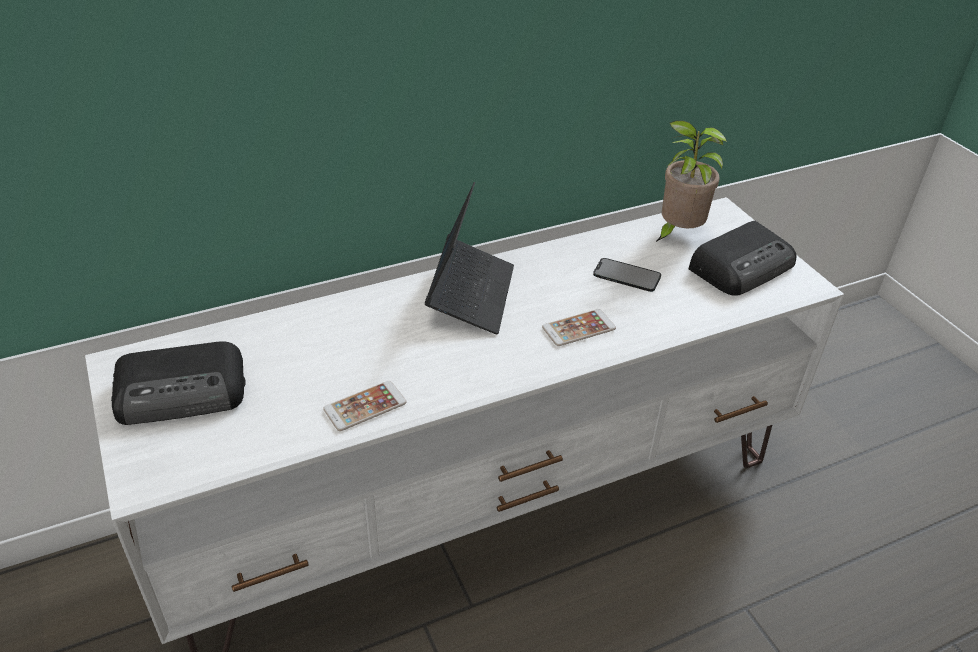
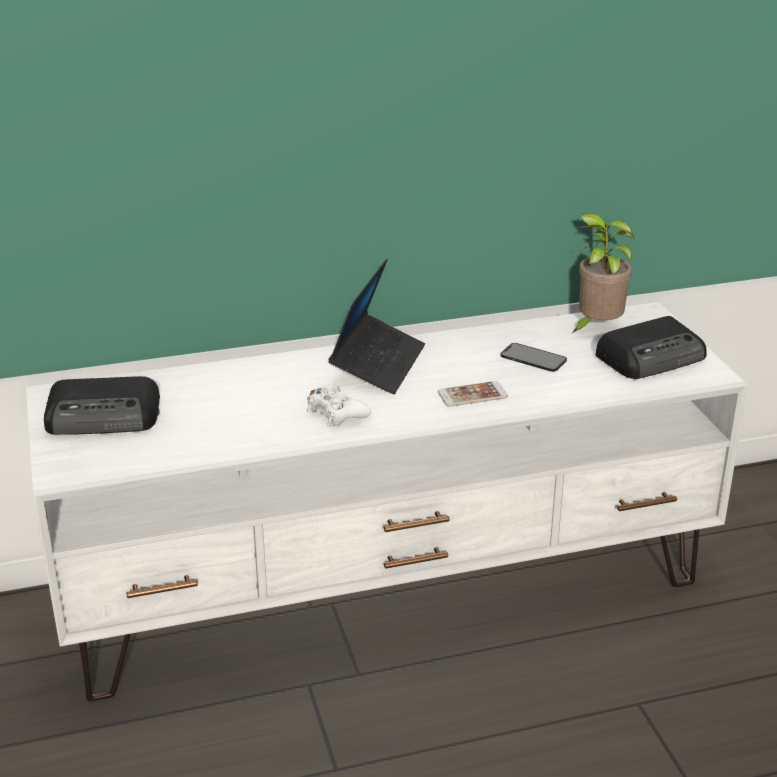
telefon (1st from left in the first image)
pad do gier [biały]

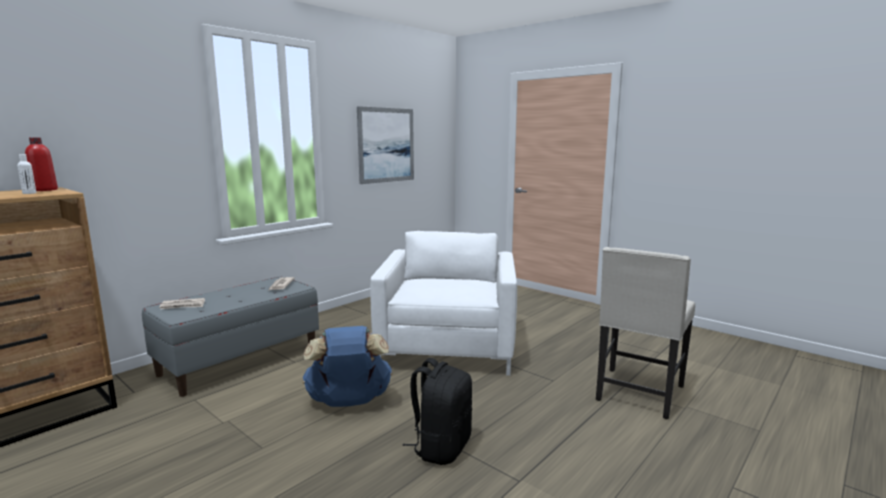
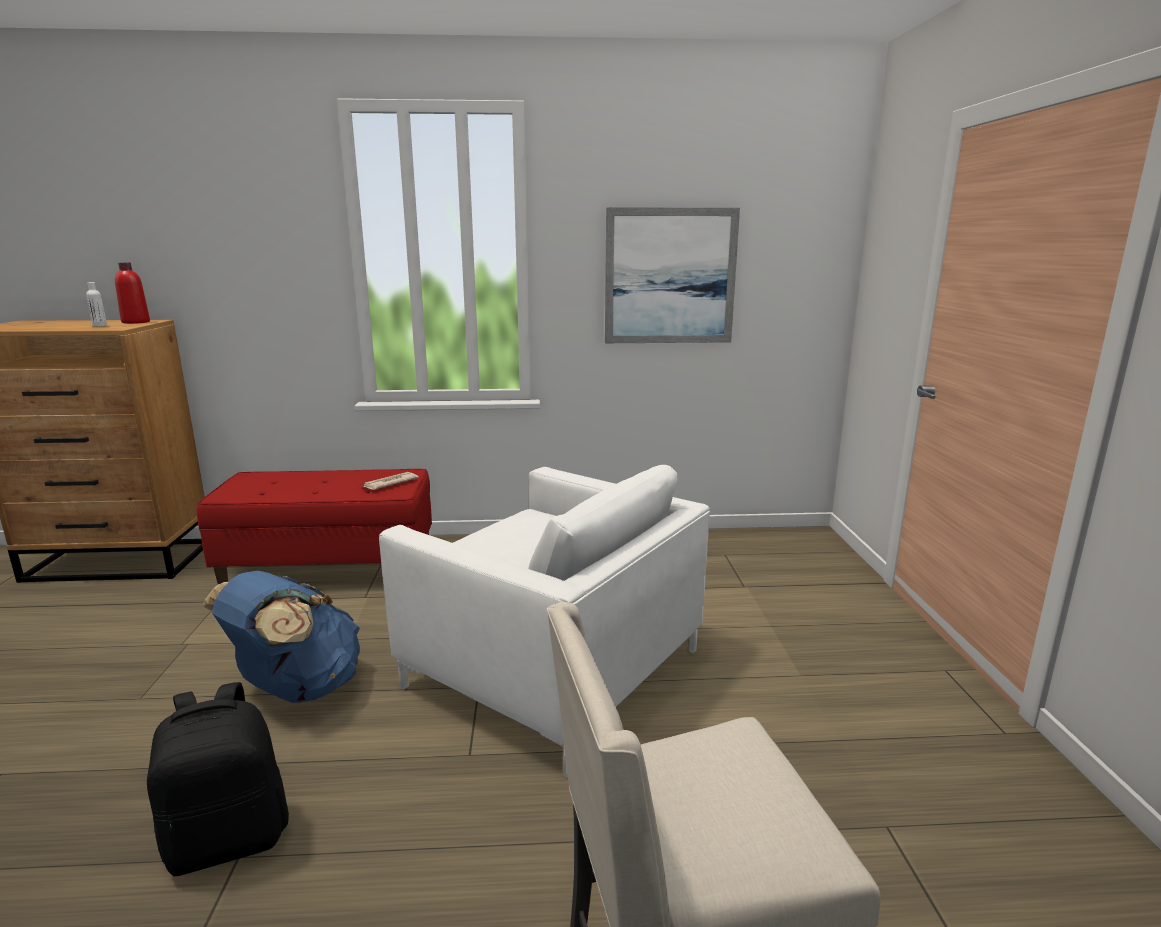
gazeta (1st from left in the first image)
ławka [czerwony]
fotel [biały]

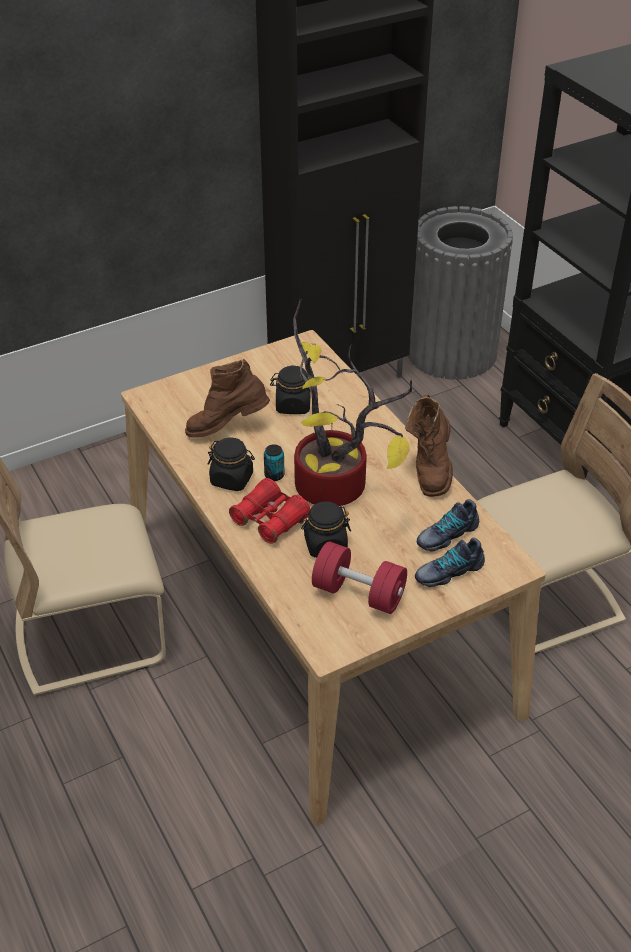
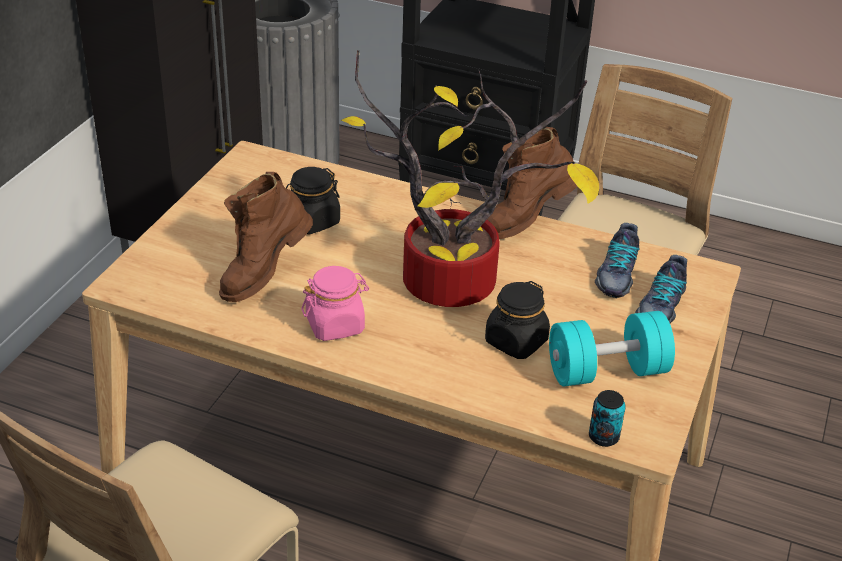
lornetka [czerwony]
puszka
słoik [różowy]
hantel [turkusowy]
but z cholewką [brązowy] (2nd from left)

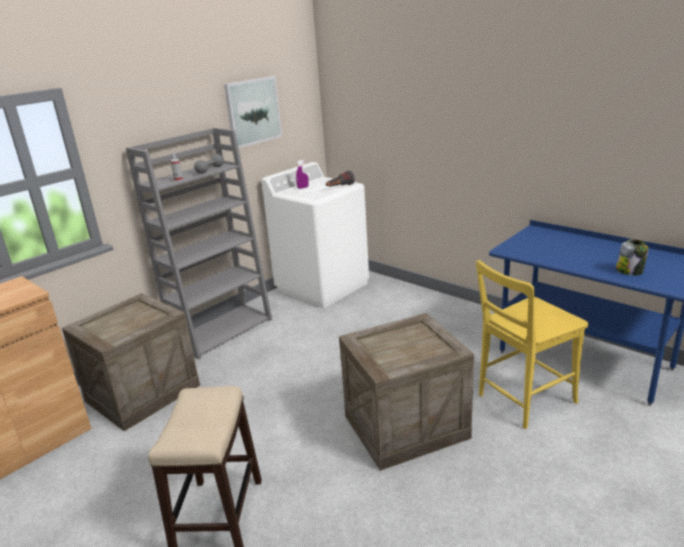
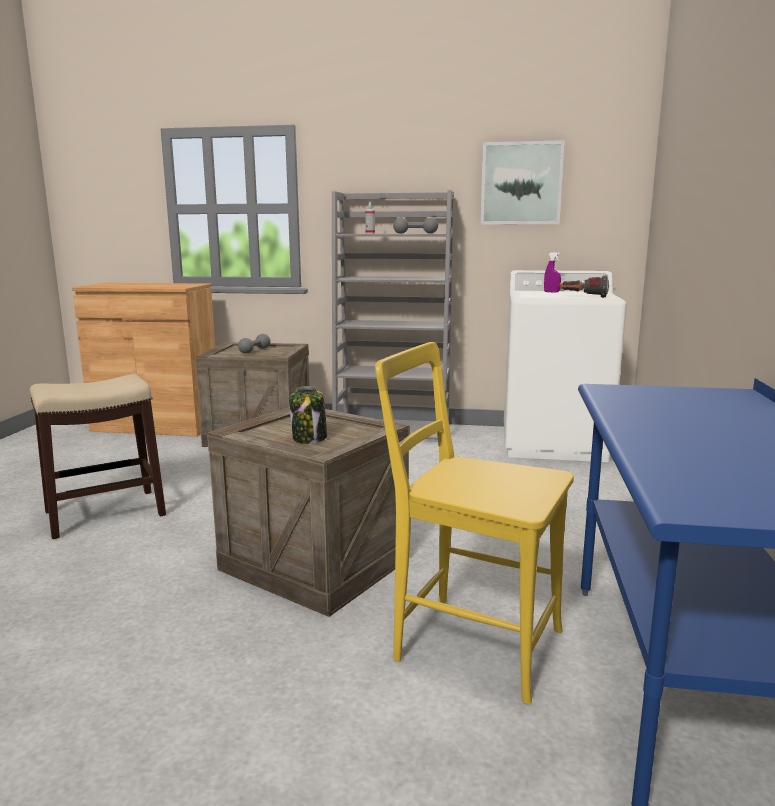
hantel [szary] (1st from left)
słoik

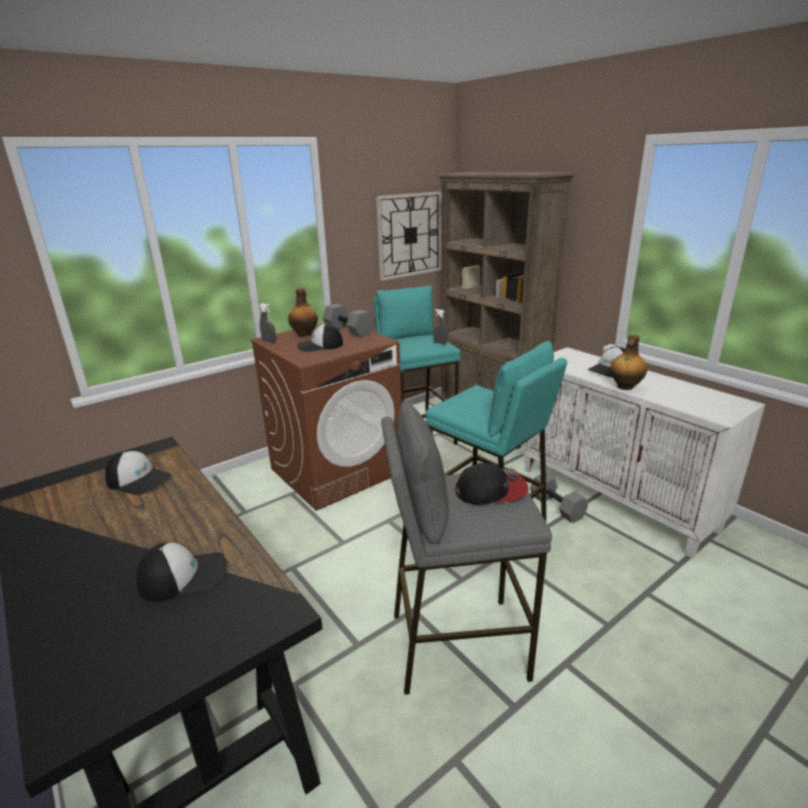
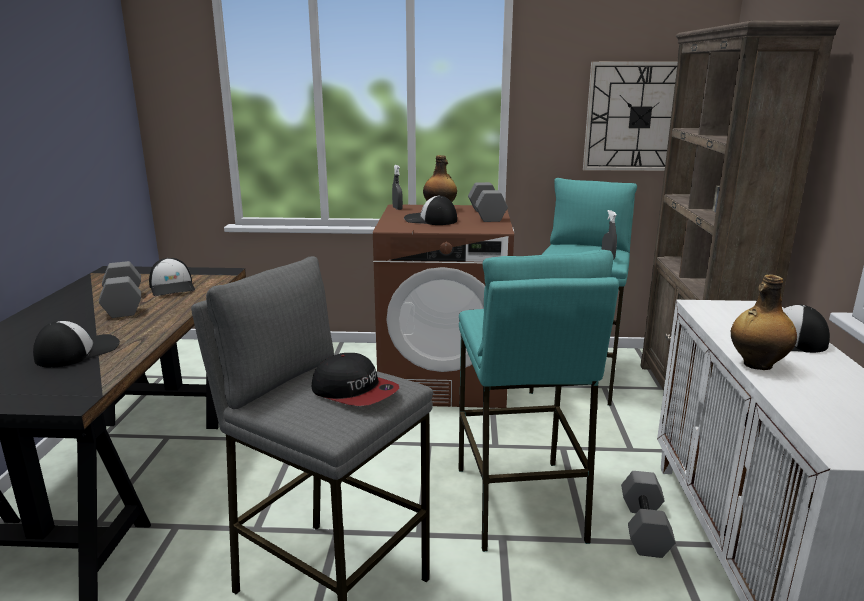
hantel [szary] (1st from left)
czapka z daszkiem (1st from left)

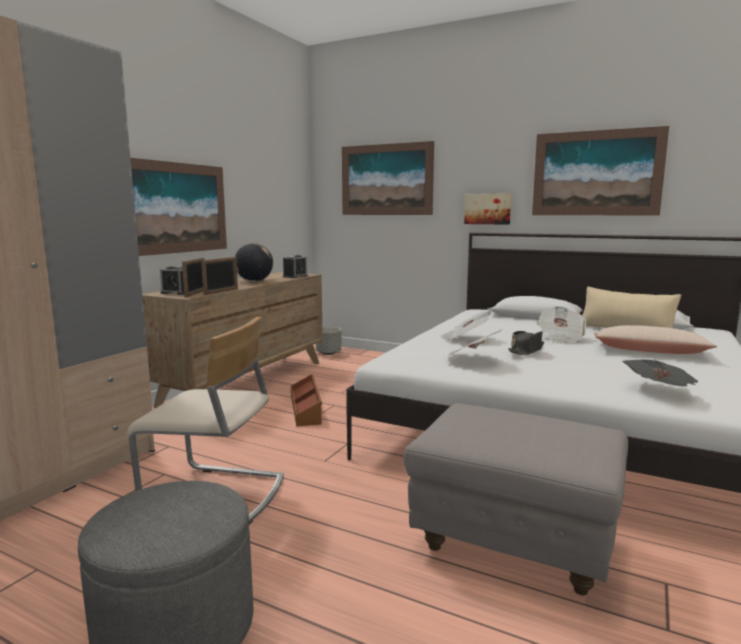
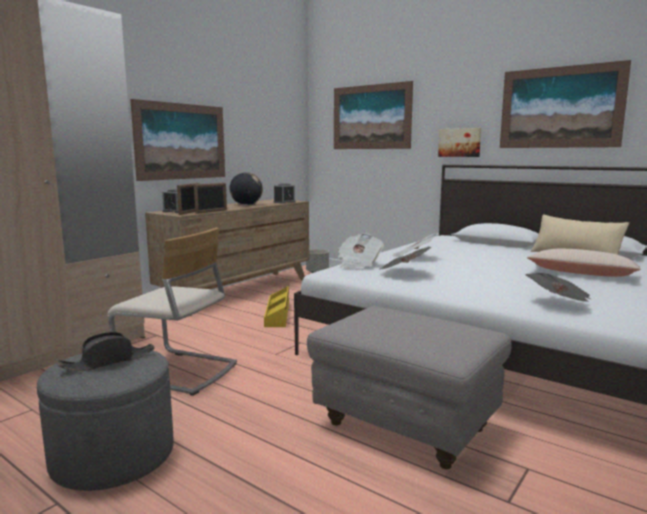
kapelusz [czarny]
gazeta (1st from left)
pojemnik do przechowywania [żółty]

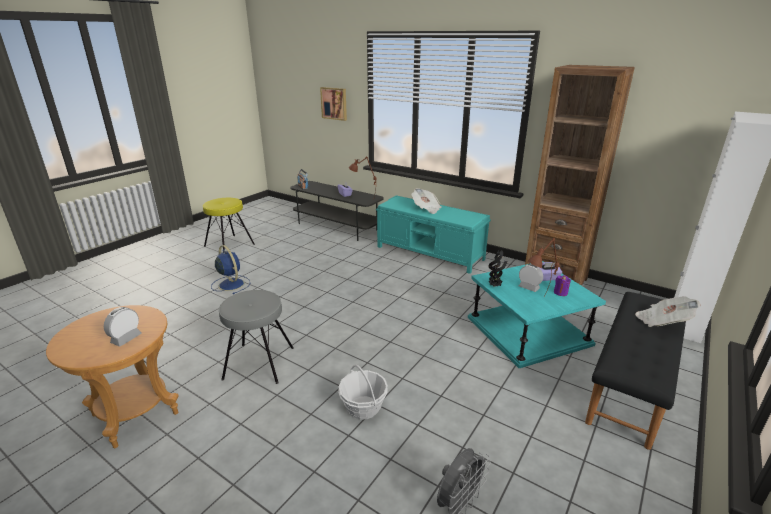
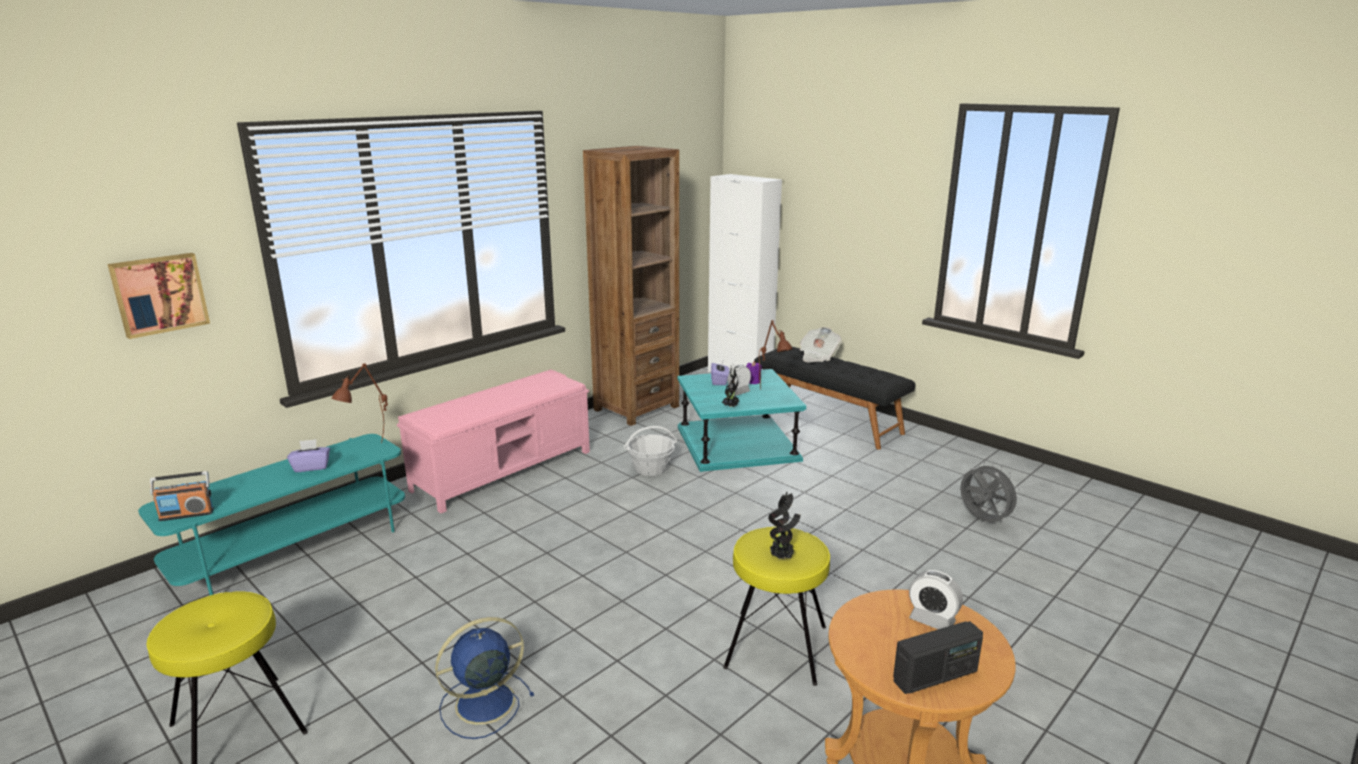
gazeta (1st from left in the first image)
roślina doniczkowa (2nd from left)
radio (2nd from left)
koszyk
stołek [żółty] (2nd from left)
szafka pod telewizor [turkusowy]
ławka [różowy]

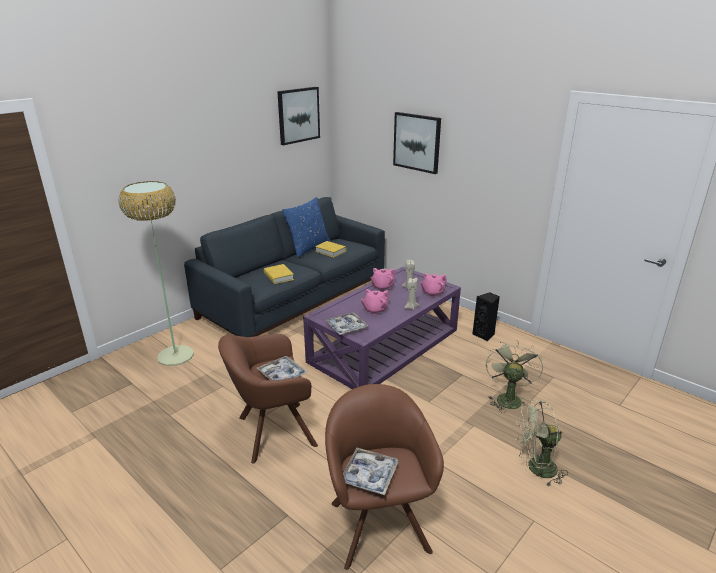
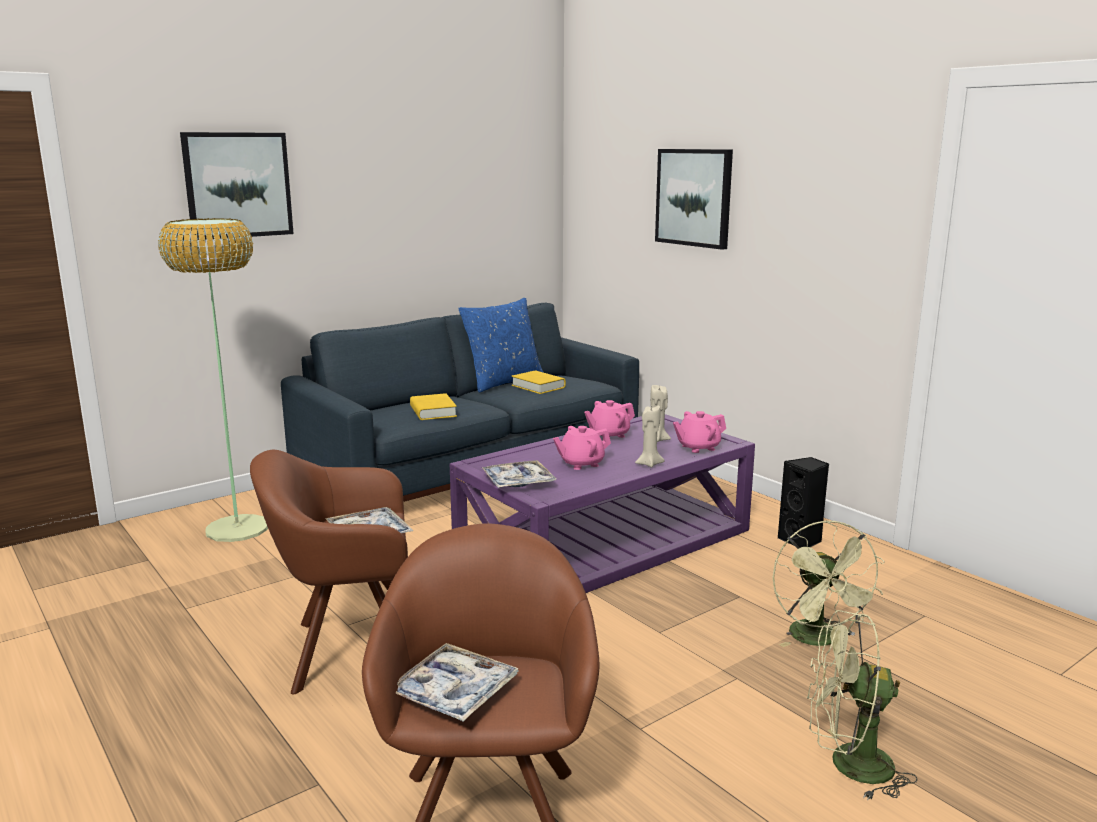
obraz (1st from left)
wentylator [zielony] (1st from left)

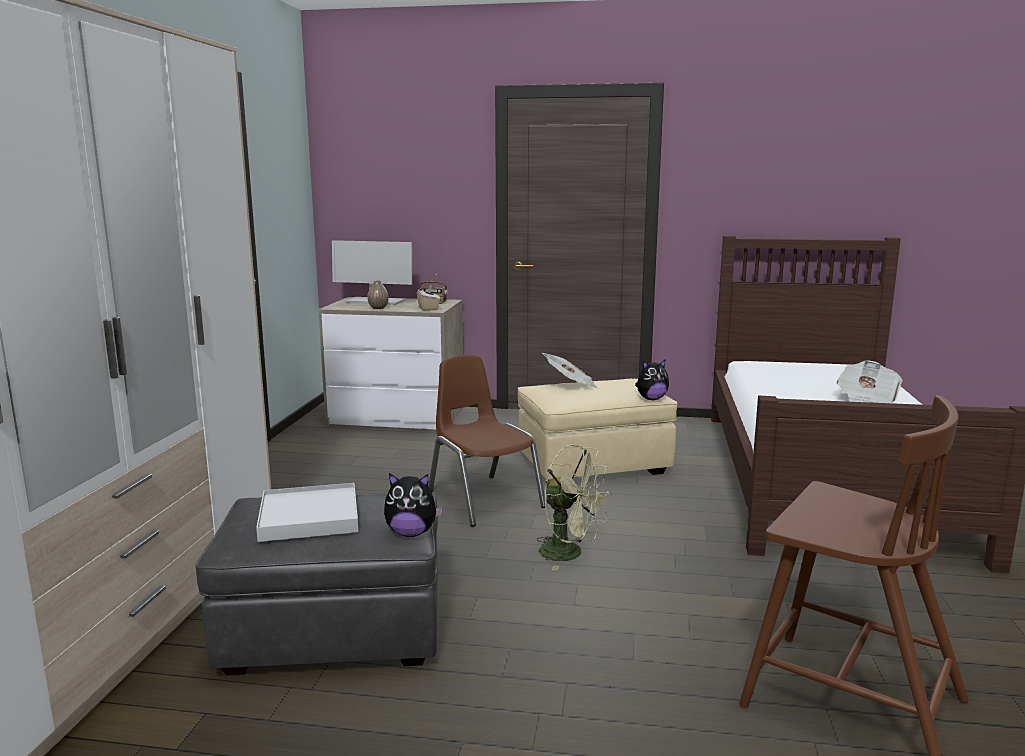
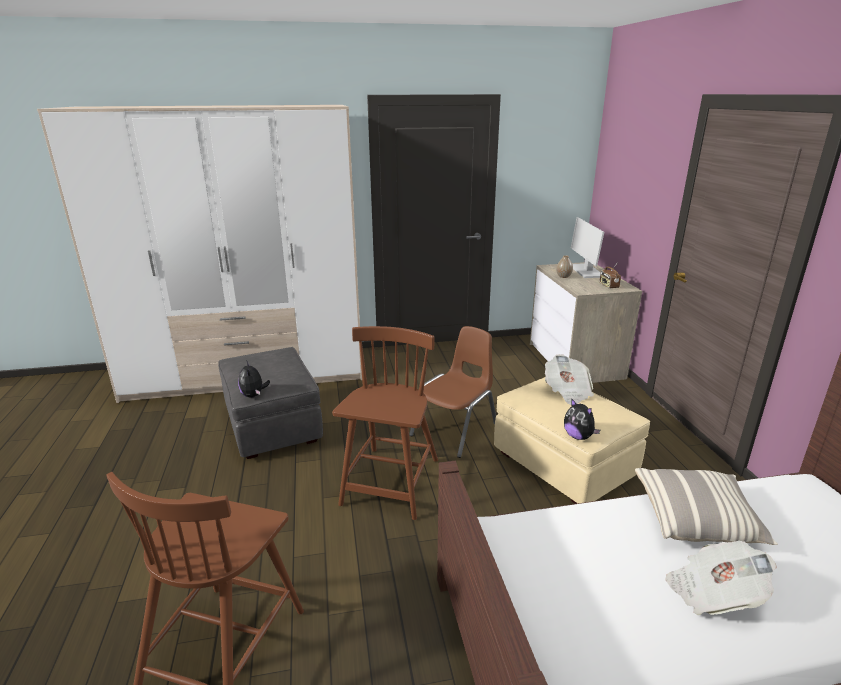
taca [biały]
pudełko chusteczek [beżowy]
poduszka
krzesło [brązowy] (2nd from left)

